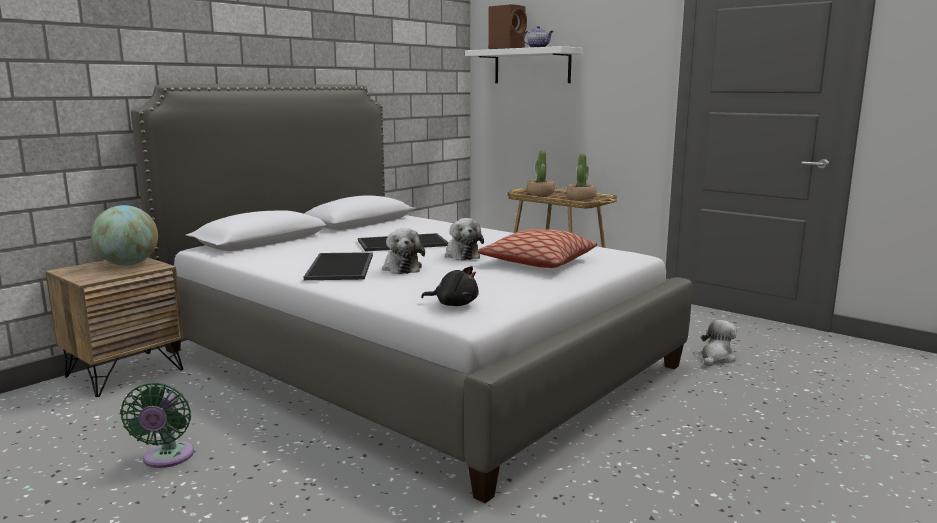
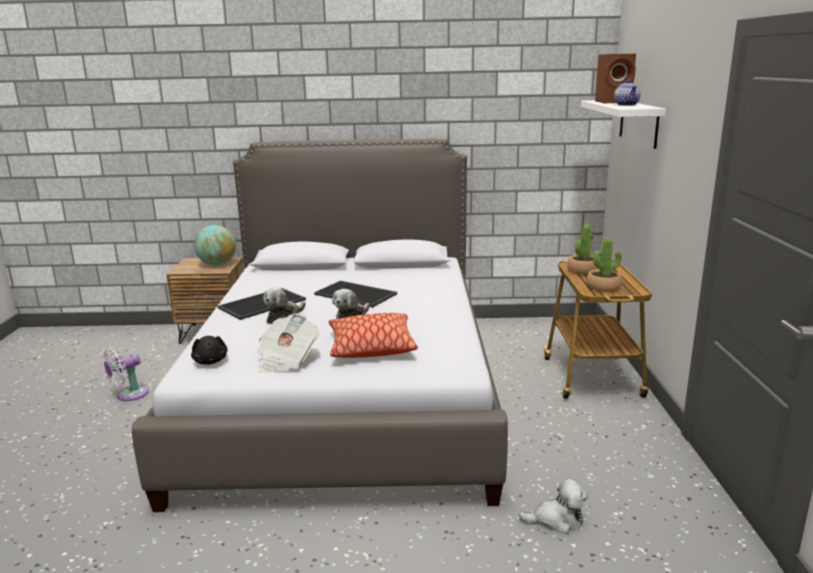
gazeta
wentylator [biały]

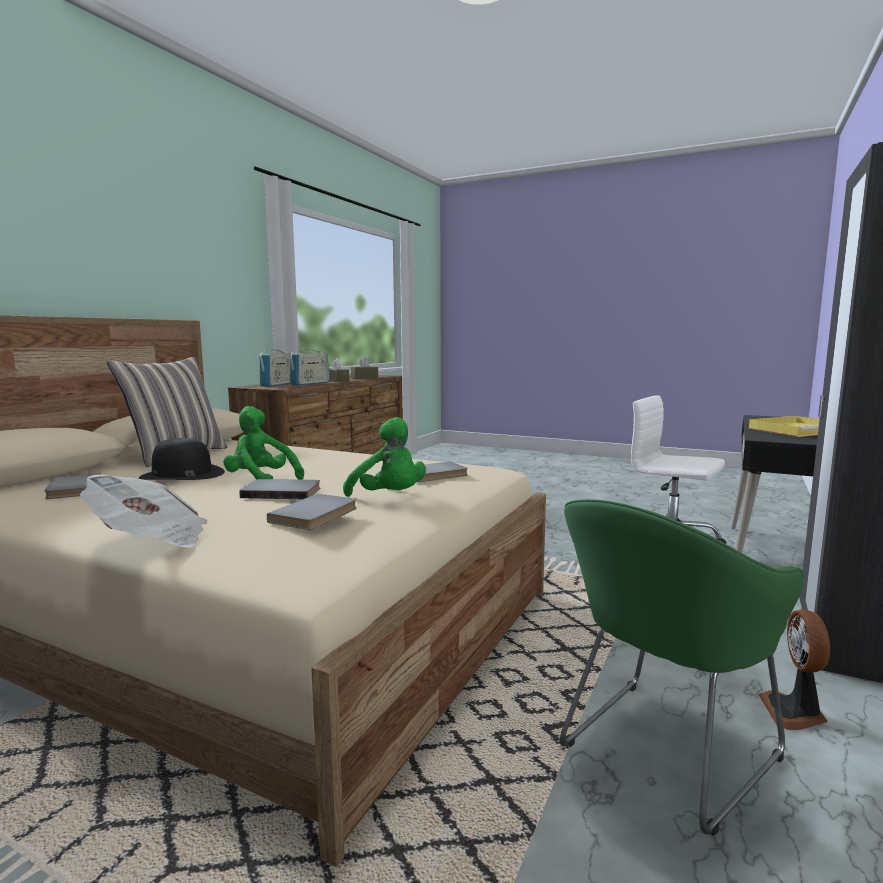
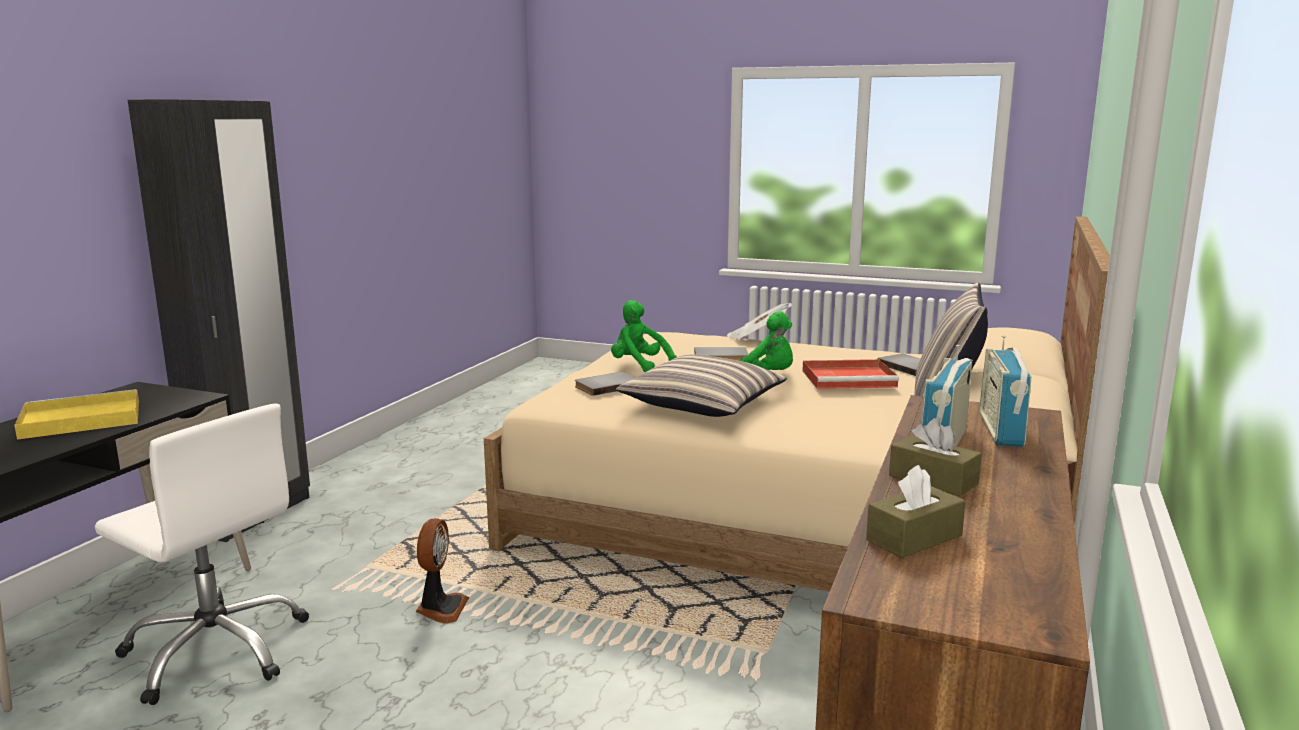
książka [szary] (3rd from left in the first image)
fotel [zielony]
poduszka (1st from left)
wentylator
taca [czerwony]

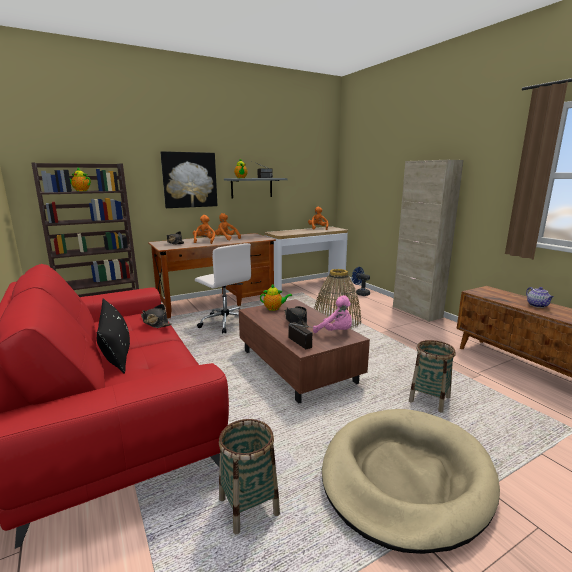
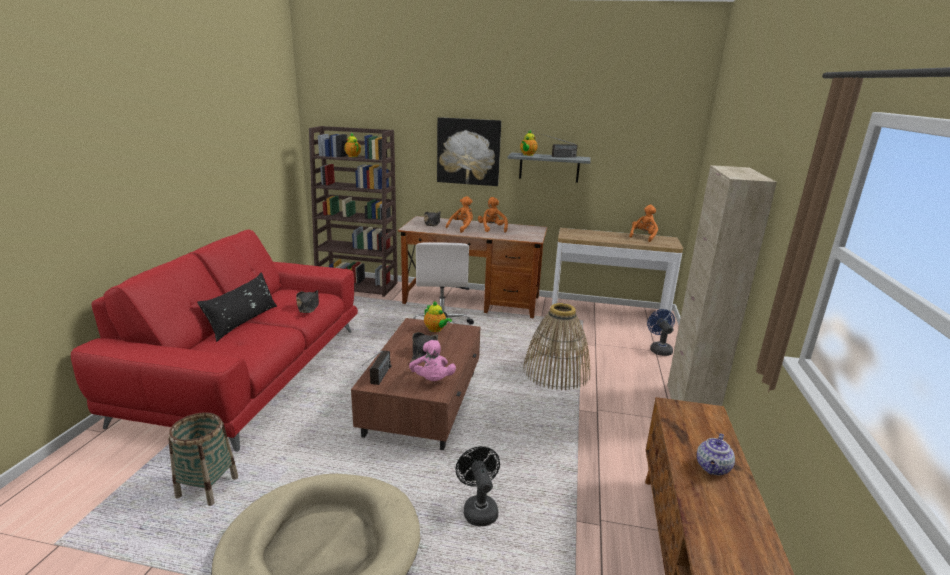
wentylator [czarny]

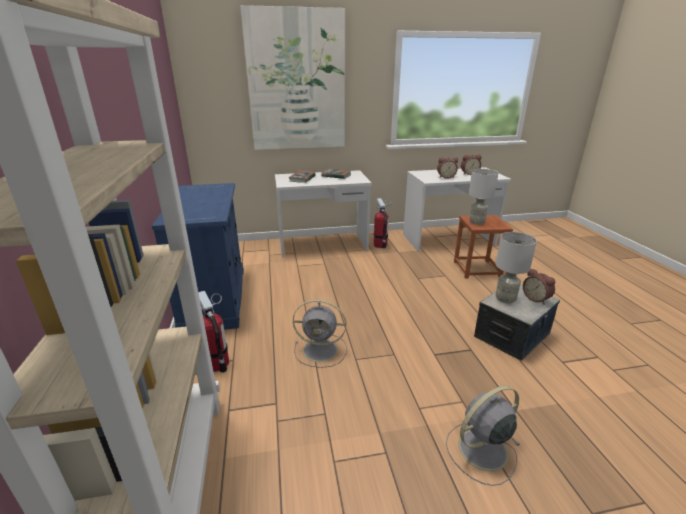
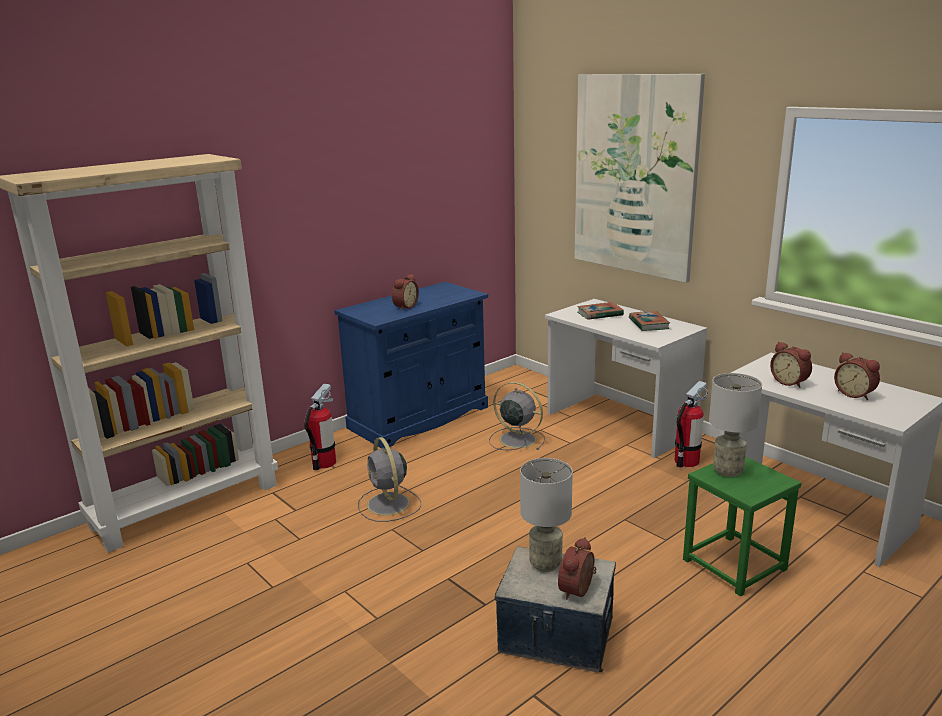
budzik (1st from left)
wentylator [szary] (2nd from left)
stołek [zielony]

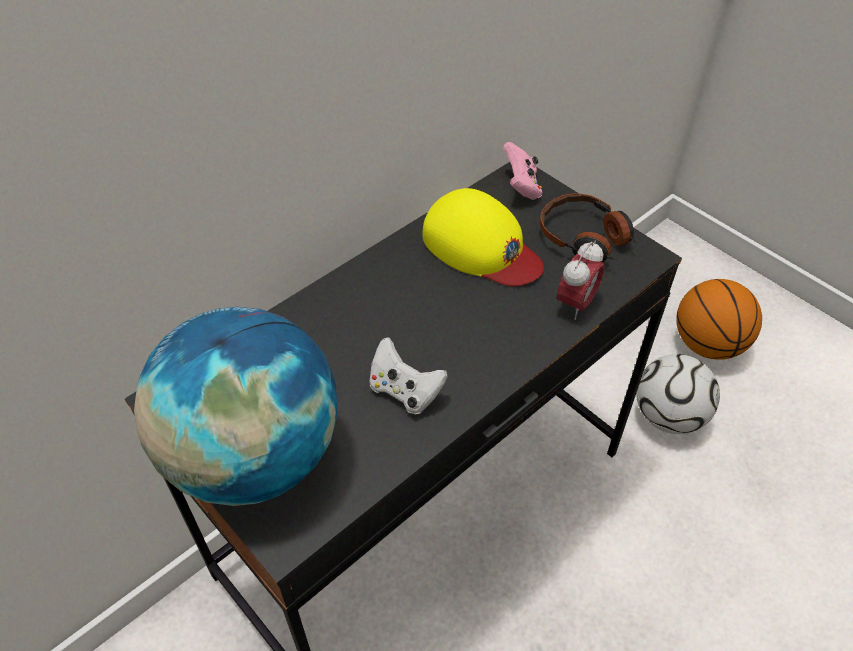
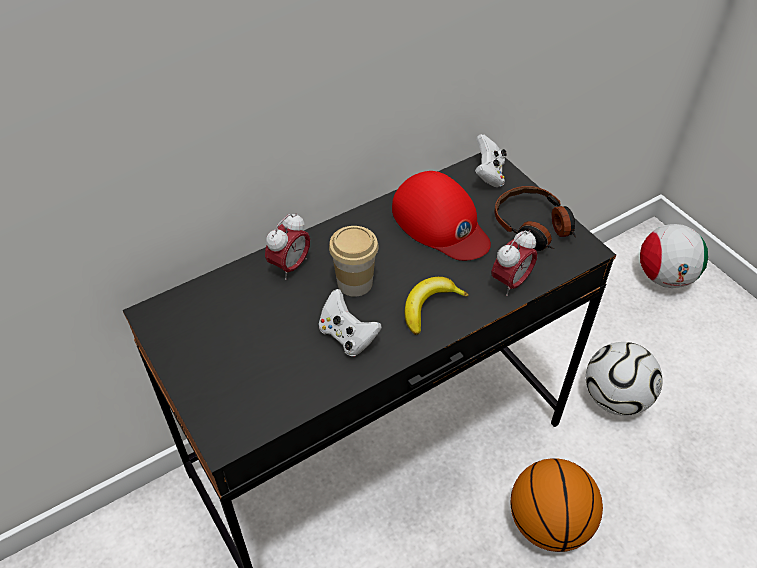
globus
budzik (1st from left)
filiżanka
banan
piłka futbolowa (2nd from left)
piłka do koszykówki
czapka z daszkiem [czerwony]
pad do gier [biały] (2nd from left)

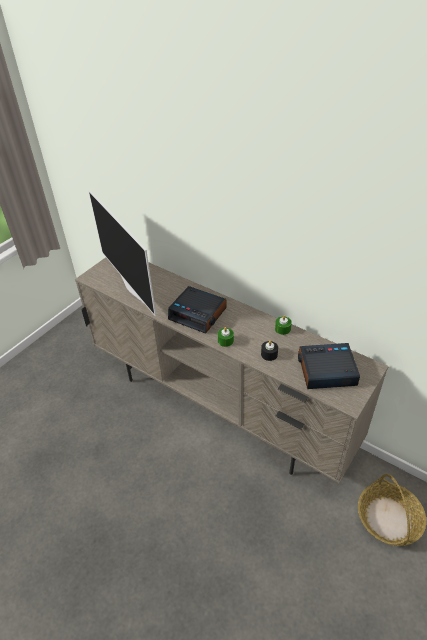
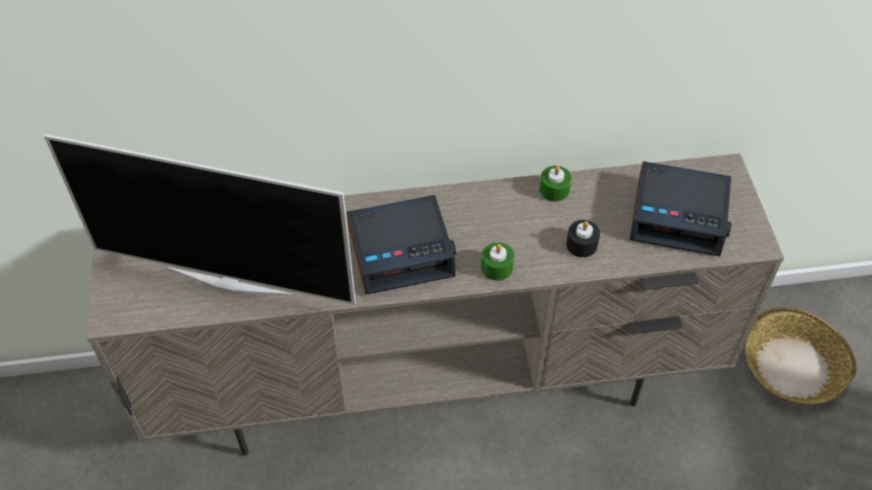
budzik (2nd from left)

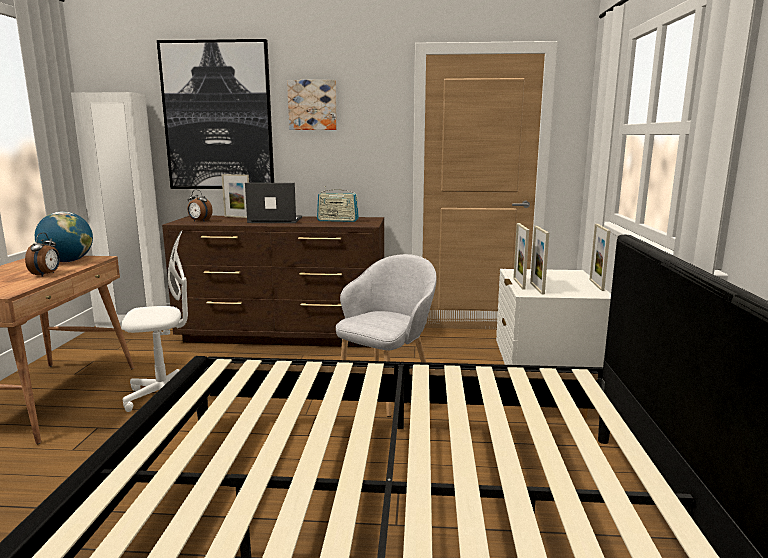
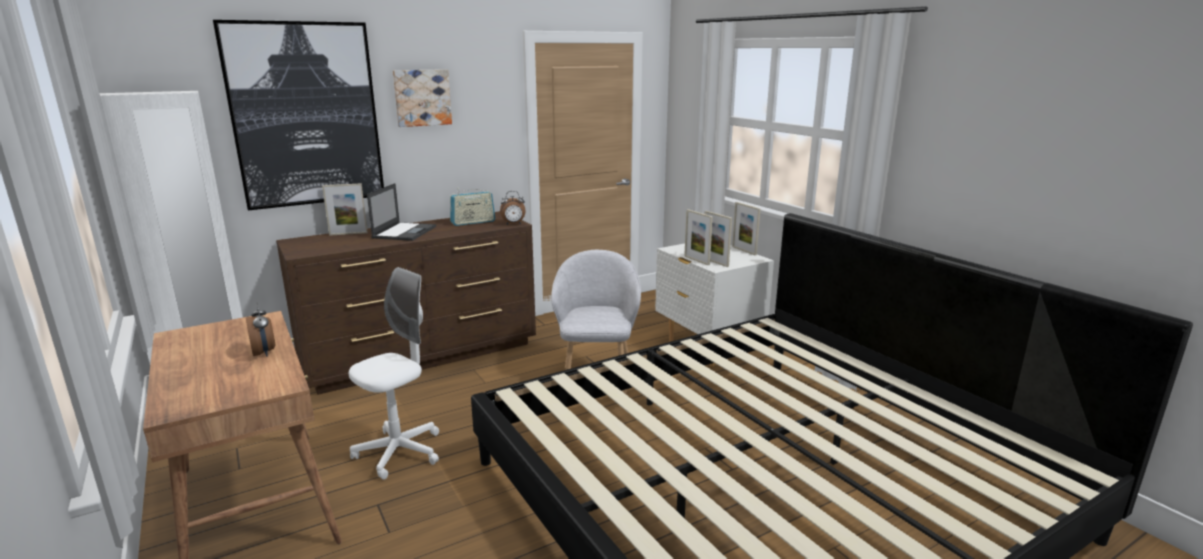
globus
budzik (2nd from left)
laptop

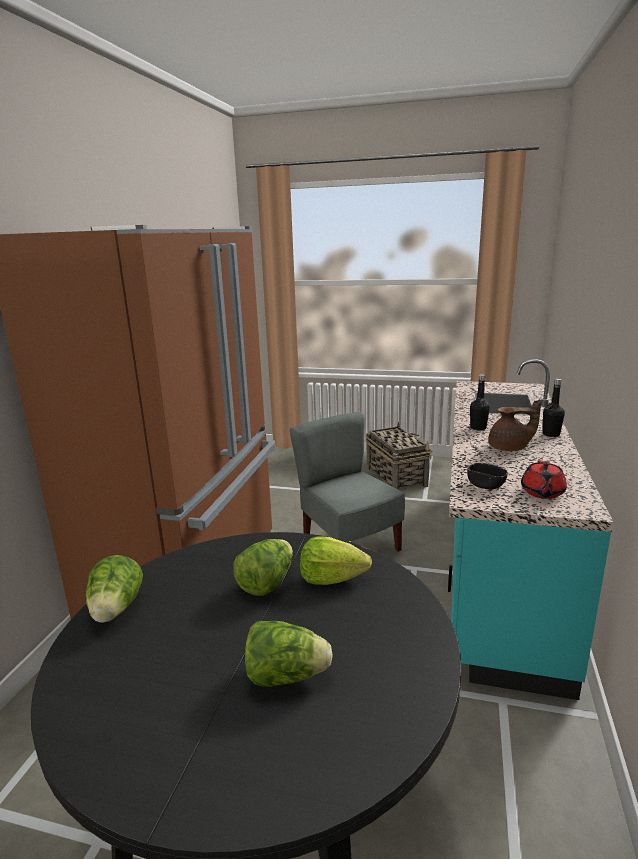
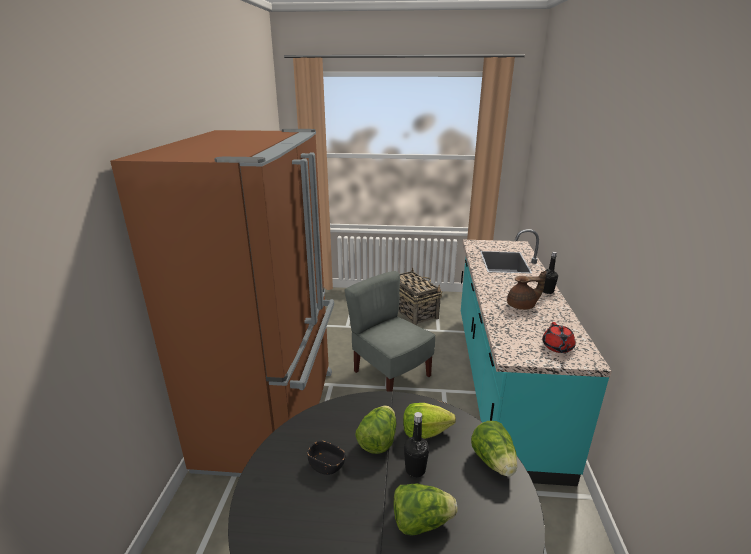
sałata (4th from left)
miska [czarny]
butelka [czarny] (1st from left)

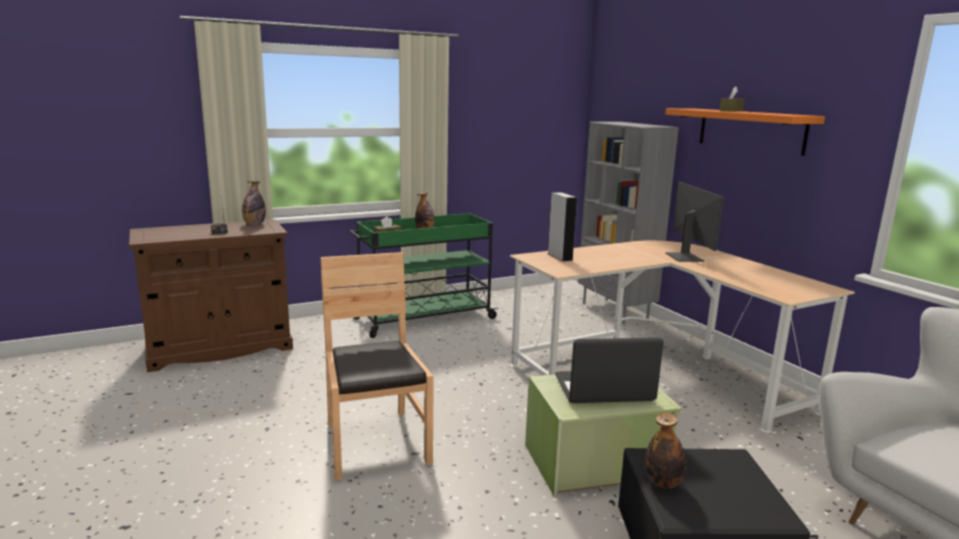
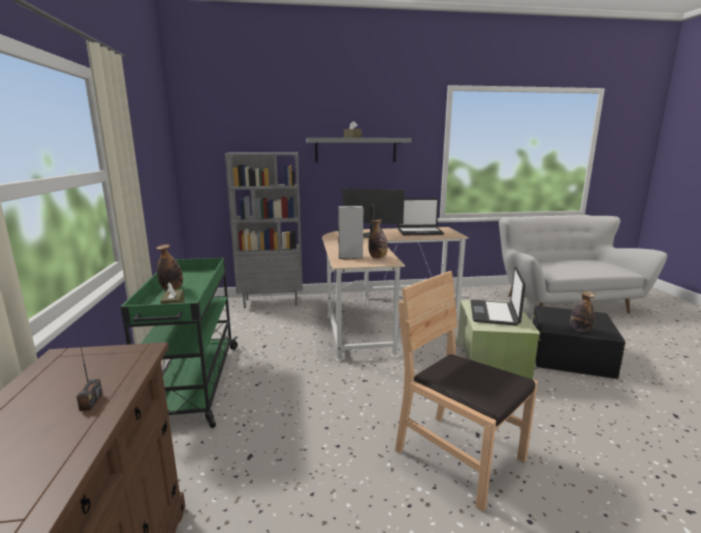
laptop (1st from left)
butelka (2nd from left)
półka [szary]
krzesło [brązowy]

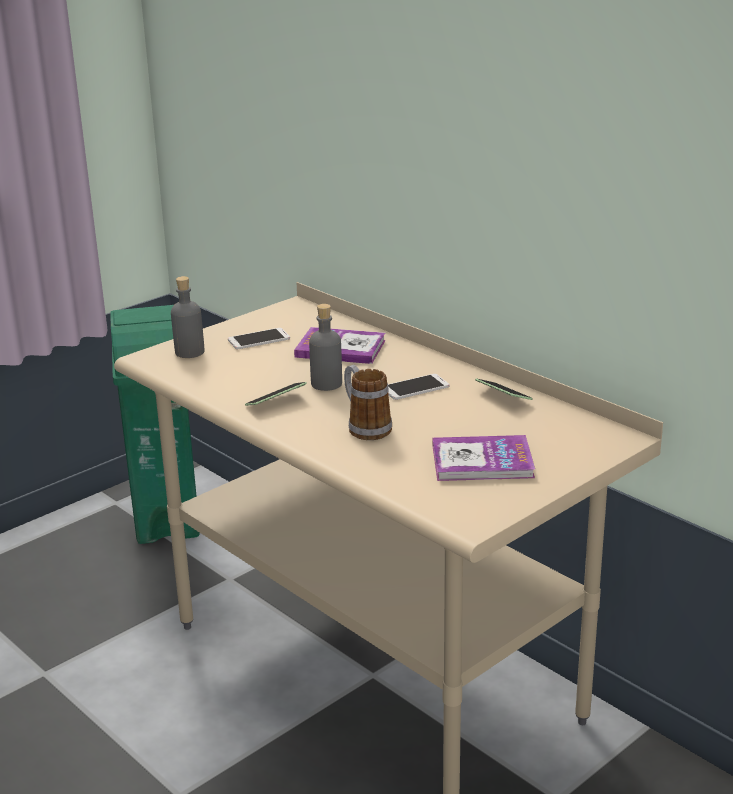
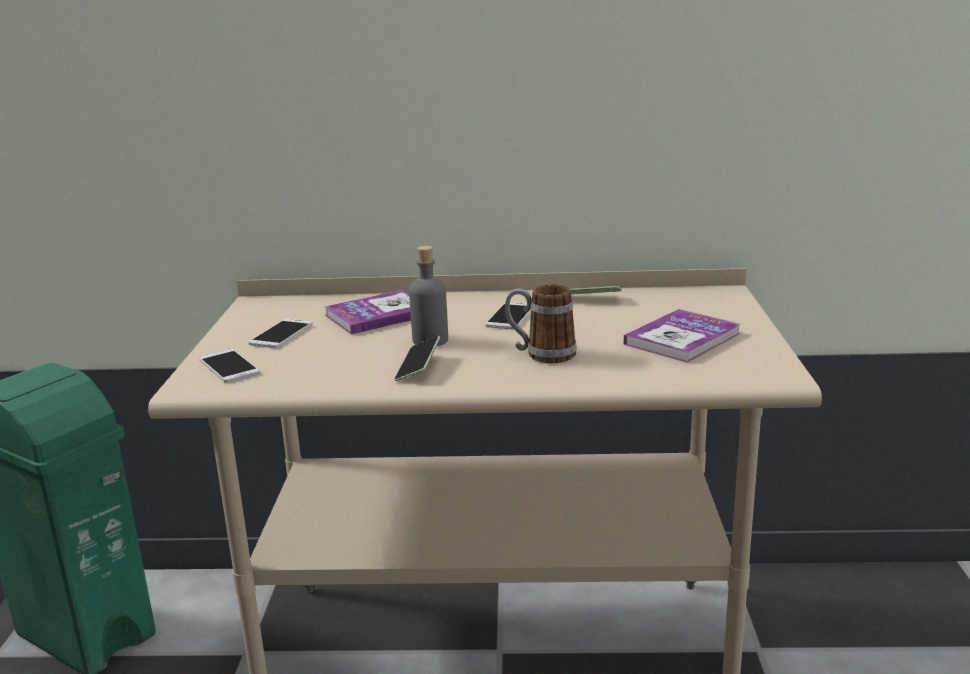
telefon (1st from left)

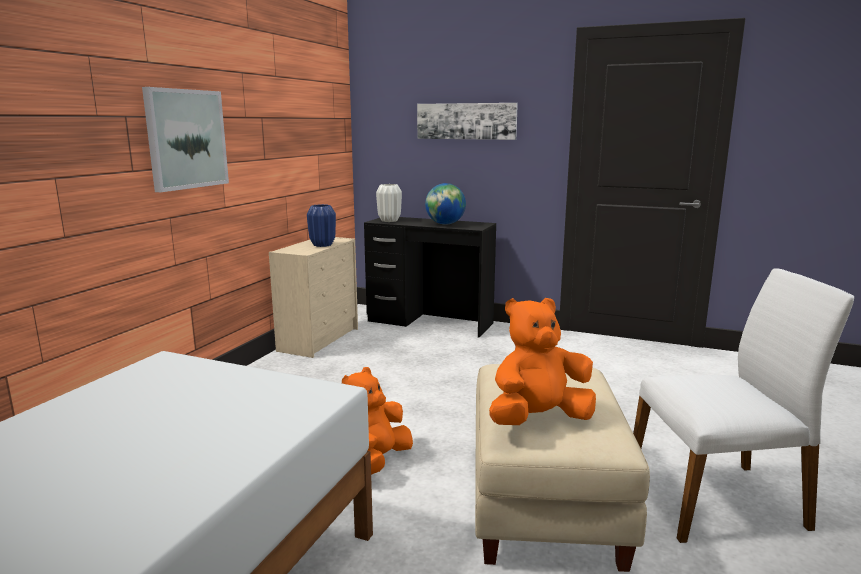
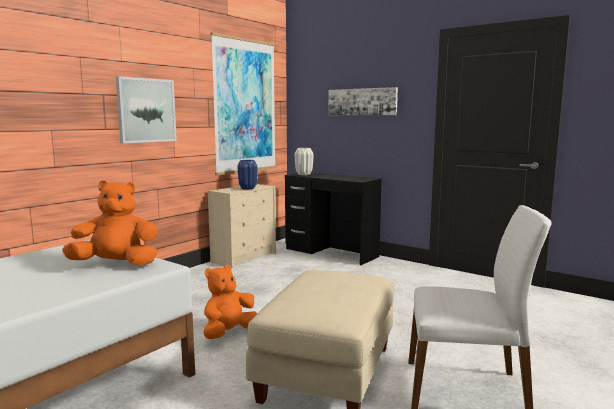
globus
obraz (2nd from left)
pluszak [pomarańczowy] (1st from left)

